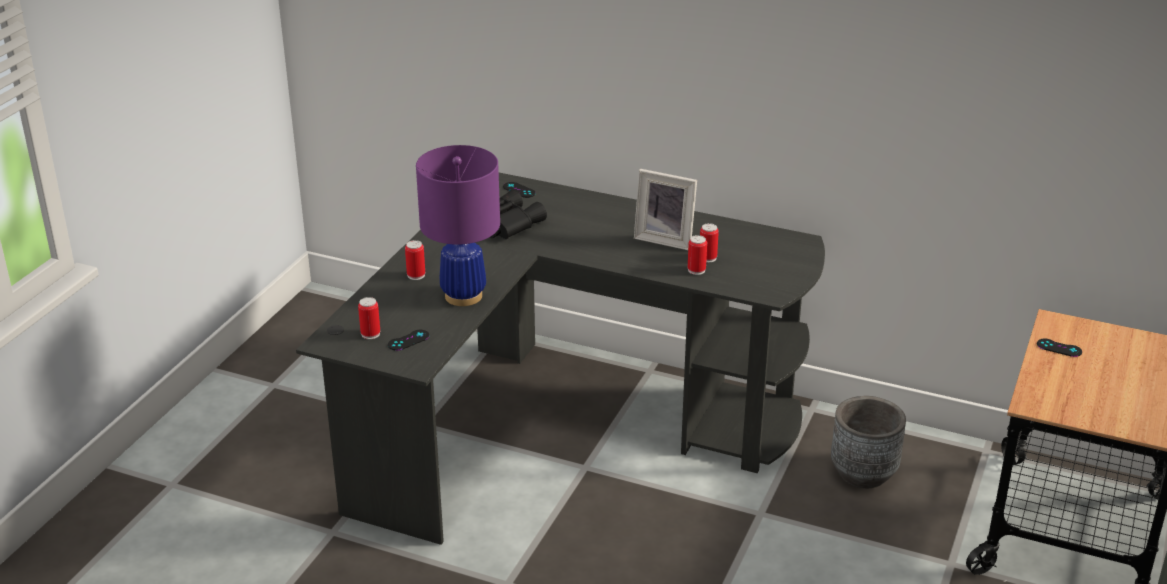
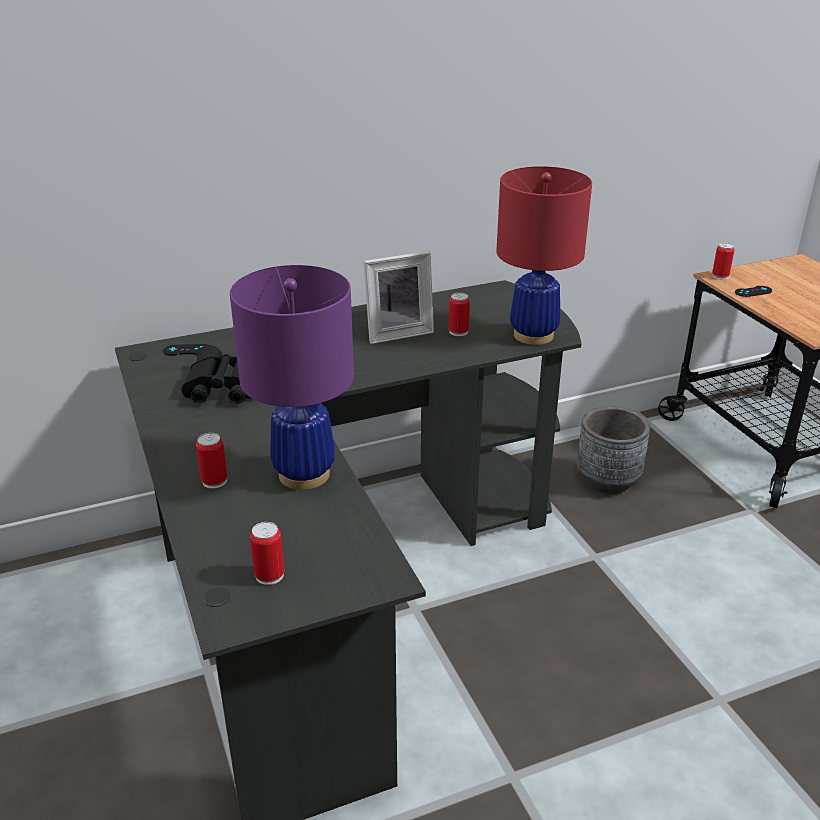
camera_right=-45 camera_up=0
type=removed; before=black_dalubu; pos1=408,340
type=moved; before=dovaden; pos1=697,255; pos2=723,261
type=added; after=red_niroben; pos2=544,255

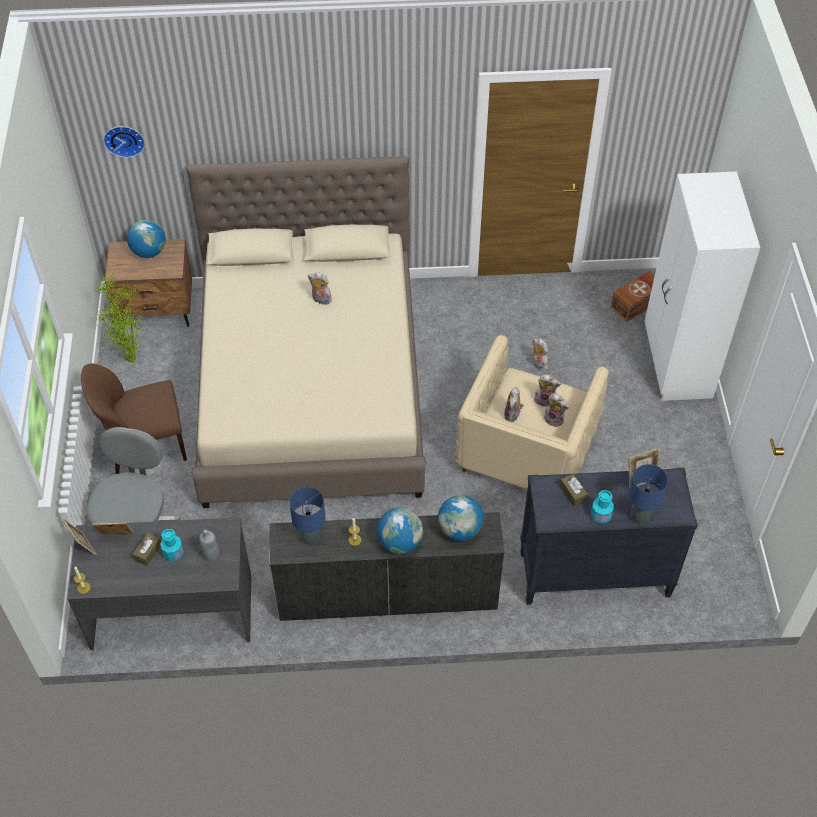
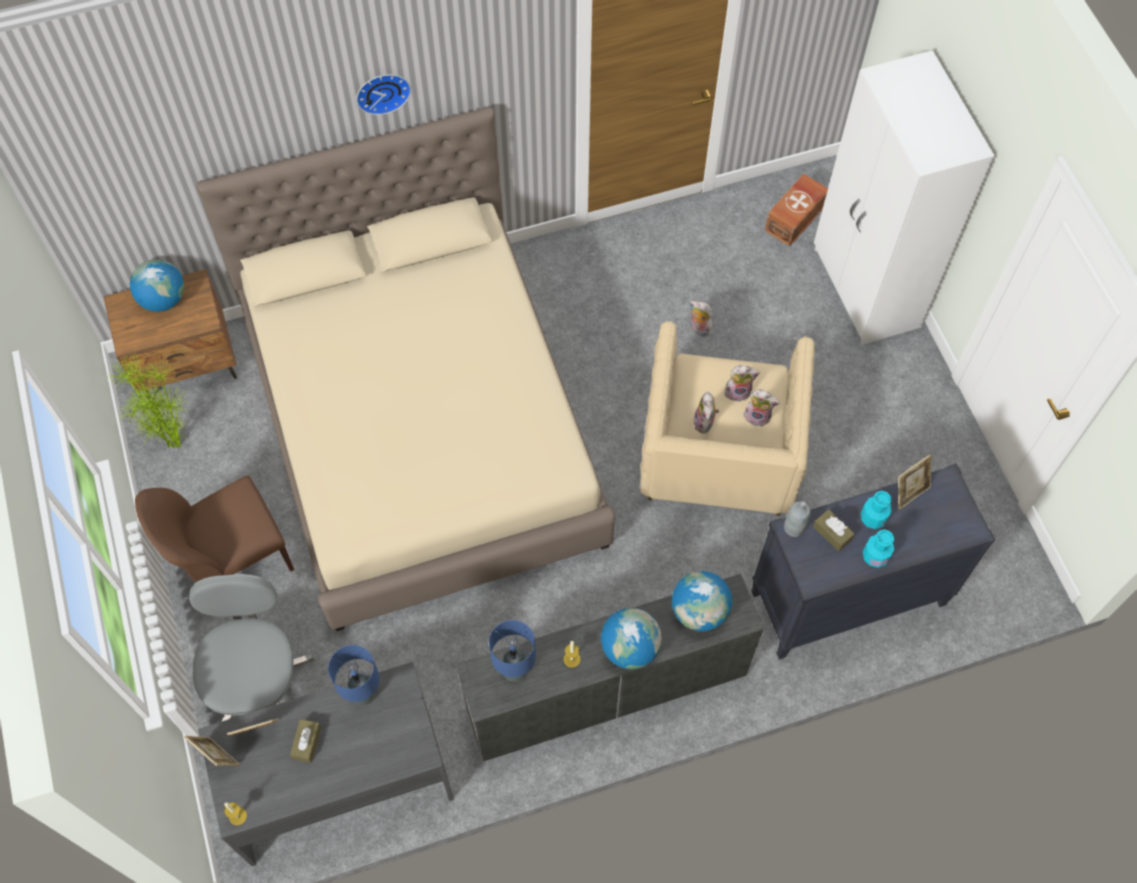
camera_right=-15 camera_up=10
type=moved; before=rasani; pos1=124,142; pos2=383,94
type=moved; before=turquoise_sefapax; pos1=172,545; pos2=876,510
type=moved; before=grey_sefapax; pos1=209,545; pos2=797,519
type=removed; before=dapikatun; pos1=320,288
type=moved; before=blue_niroben; pos1=648,494; pos2=353,675

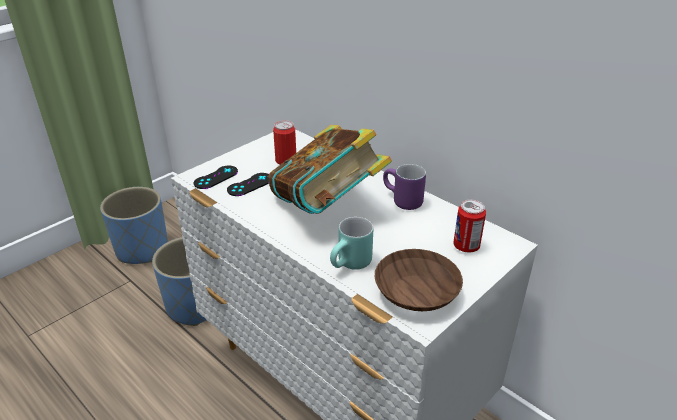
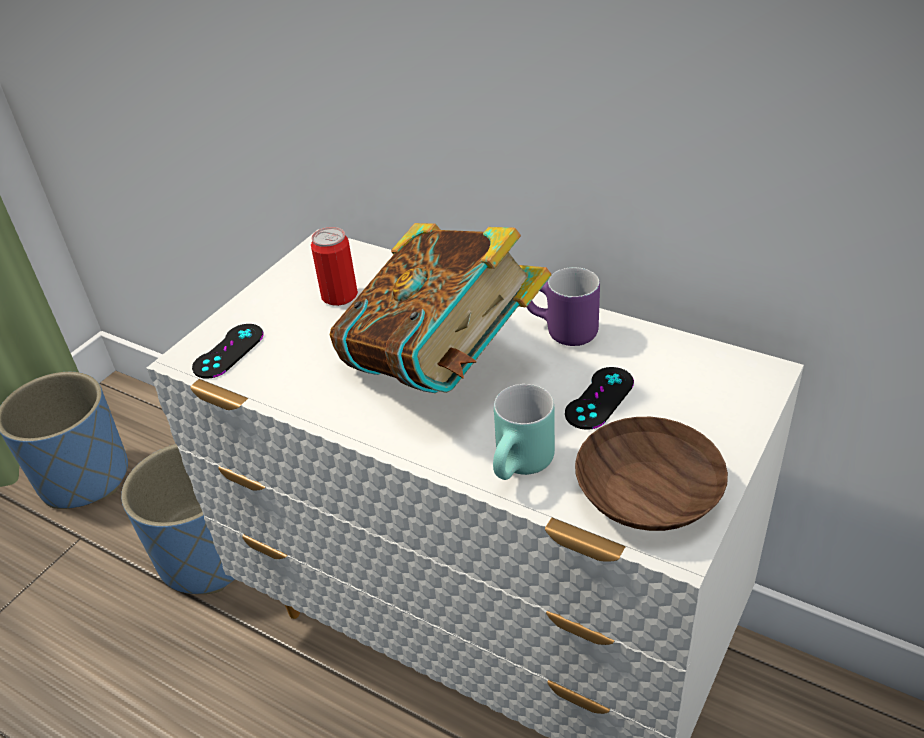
camera_right=-10 camera_up=5
type=moved; before=black_dalubu; pos1=248,184; pos2=599,398
type=removed; before=dovaden; pos1=469,226

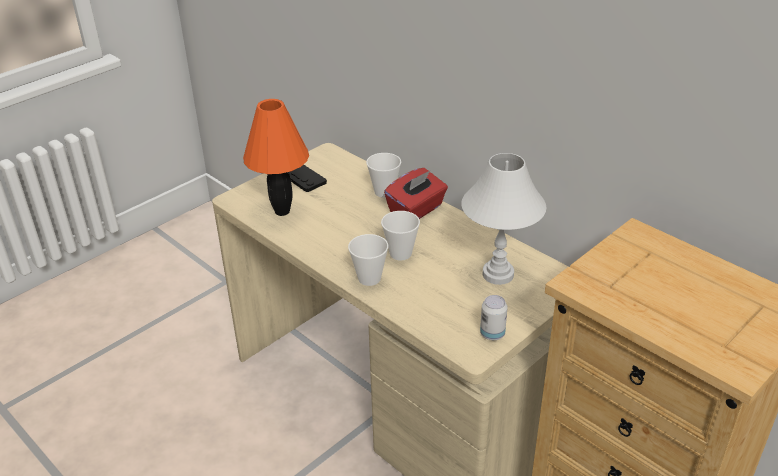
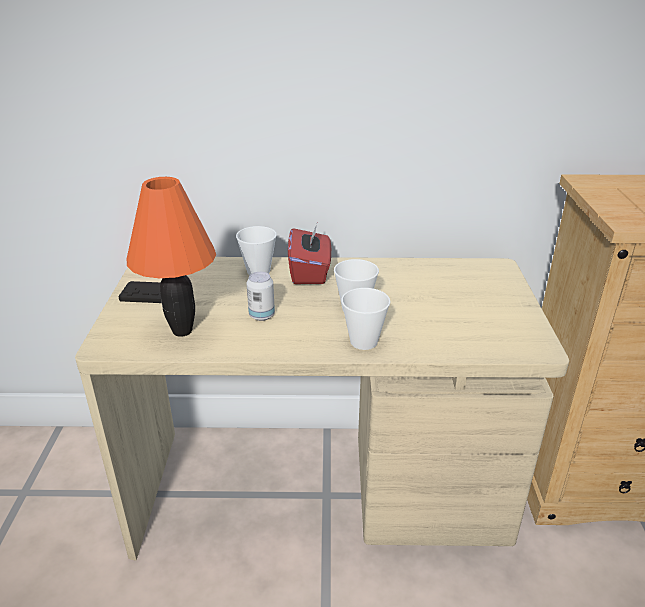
camera_right=-45 camera_up=-5
type=removed; before=white_niroben; pos1=503,219
type=moved; before=dovaden; pos1=494,317; pos2=261,296

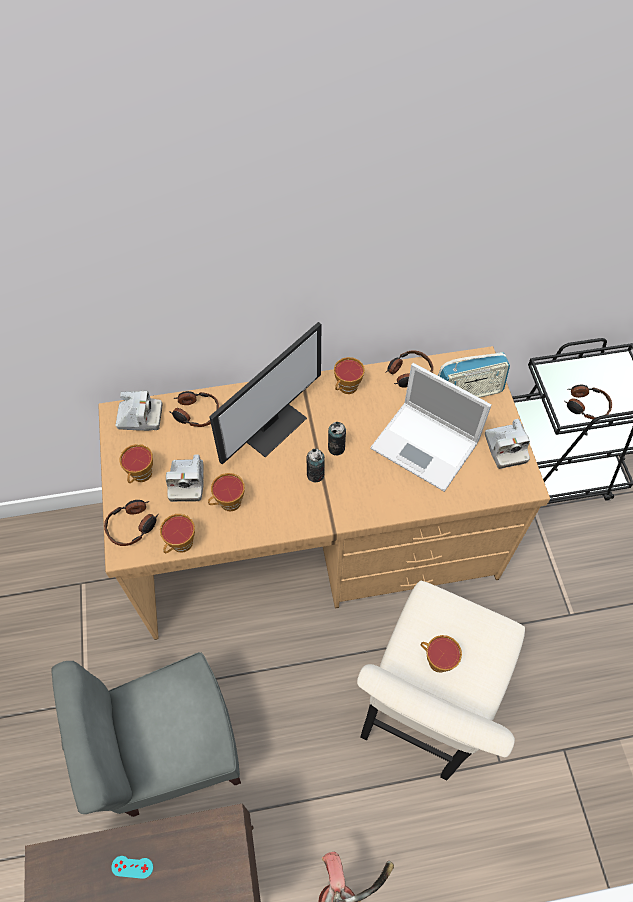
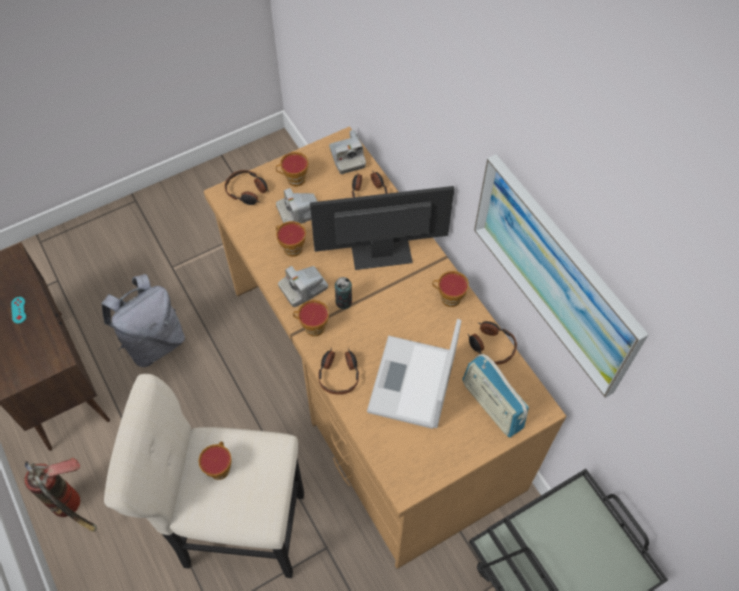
camera_right=70 camera_up=0
type=replaced; before=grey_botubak; after=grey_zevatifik; pos1=146,734; pos2=143,320
type=moved; before=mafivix; pos1=177,534; pos2=311,318
type=turned; before=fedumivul; pos1=265,393; pos2=382,228; turn=150
type=removed; before=dovaden; pos1=337,438
type=moved; before=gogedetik; pos1=507,444; pos2=303,286
type=moved; before=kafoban; pos1=588,402; pos2=339,371
type=added; after=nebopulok; pos2=561,276

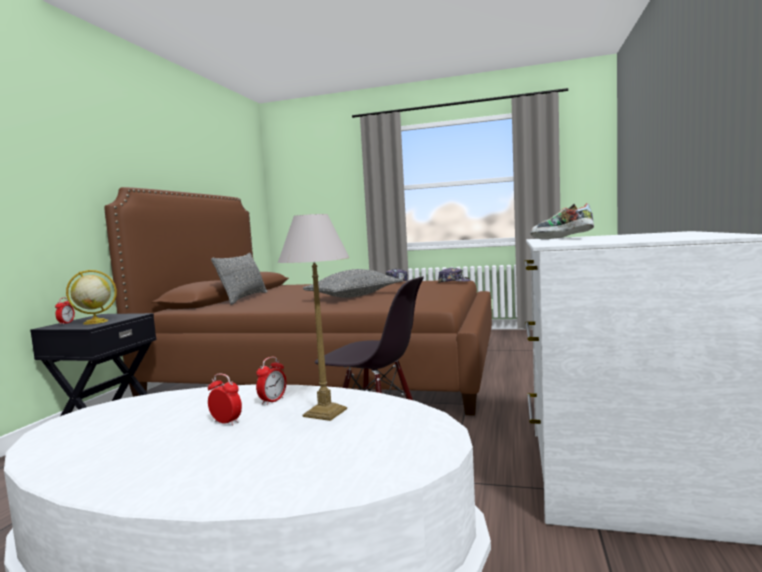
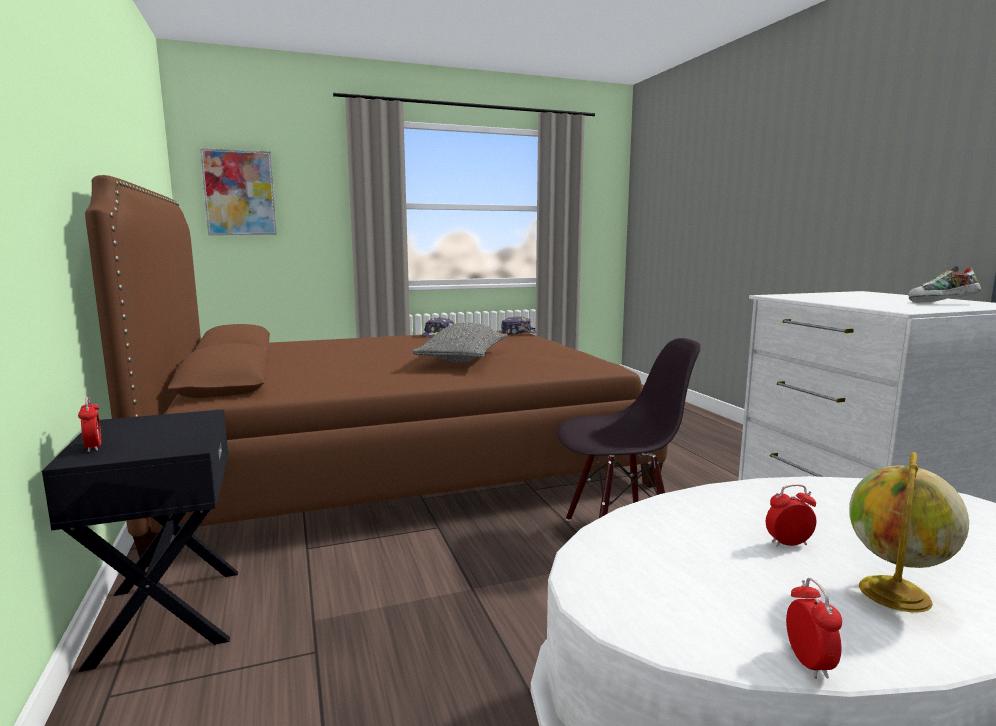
camera_right=-35 camera_up=5
type=moved; before=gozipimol; pos1=91,297; pos2=909,532
type=removed; before=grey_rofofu; pos1=239,279
type=moved; before=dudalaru; pos1=271,381; pos2=814,628
type=removed; before=niroben; pos1=314,317
type=moved; before=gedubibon; pos1=562,221; pos2=944,284
type=added; after=nebopulok; pos2=238,191

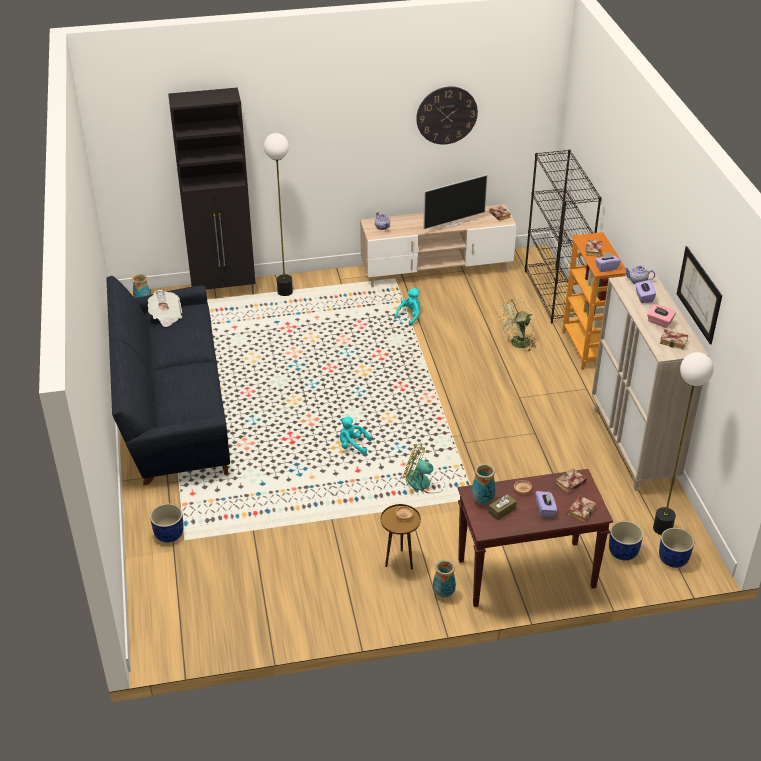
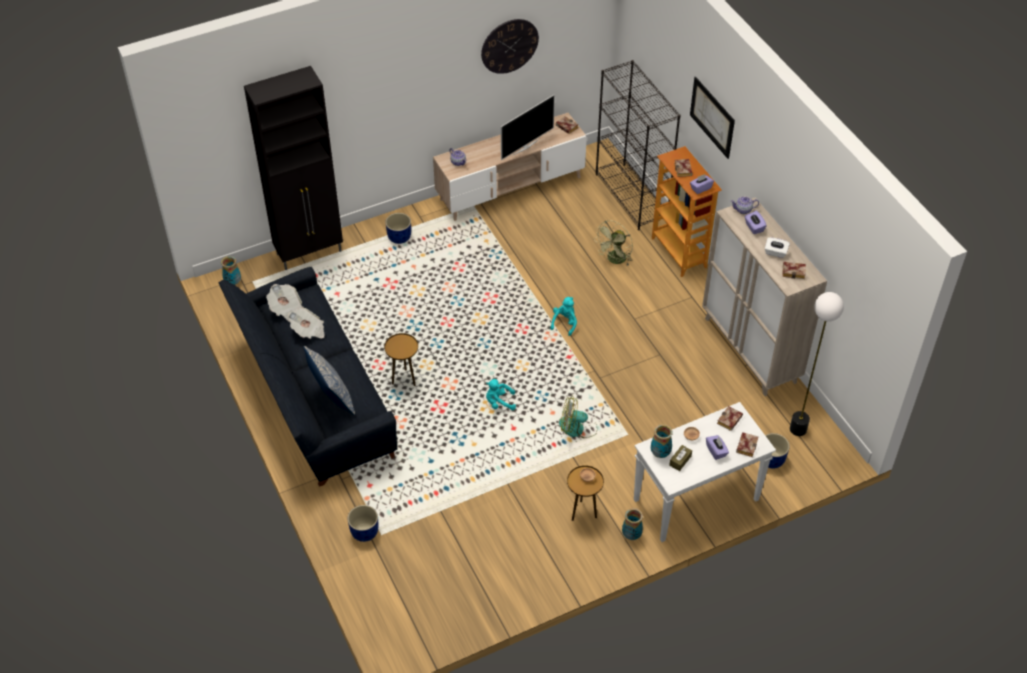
camera_right=-15 camera_up=10
type=removed; before=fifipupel; pos1=278,214
type=moved; before=turquoise_dapikatun; pos1=407,307; pos2=563,316
type=recoloured; before=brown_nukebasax; after=white_nukebasax; pos1=535,538; pos2=705,472
type=recoloured; before=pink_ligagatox; after=white_ligagatox; pos1=661,316; pos2=777,247
type=moved; before=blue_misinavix; pos1=676,548; pos2=398,228
type=moved; before=nebopulok; pos1=699,295; pos2=712,118
type=added; after=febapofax; pos2=306,323
type=added; after=rofofu; pos2=329,380
type=added; after=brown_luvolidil; pos2=401,359

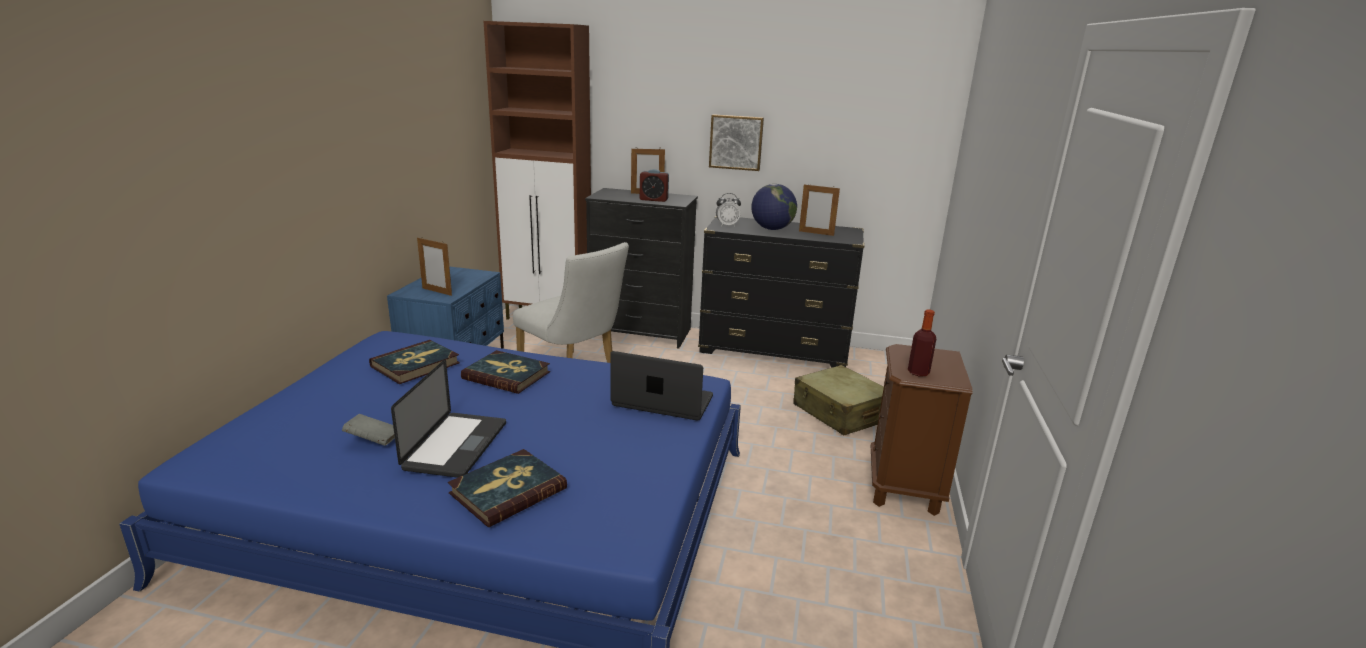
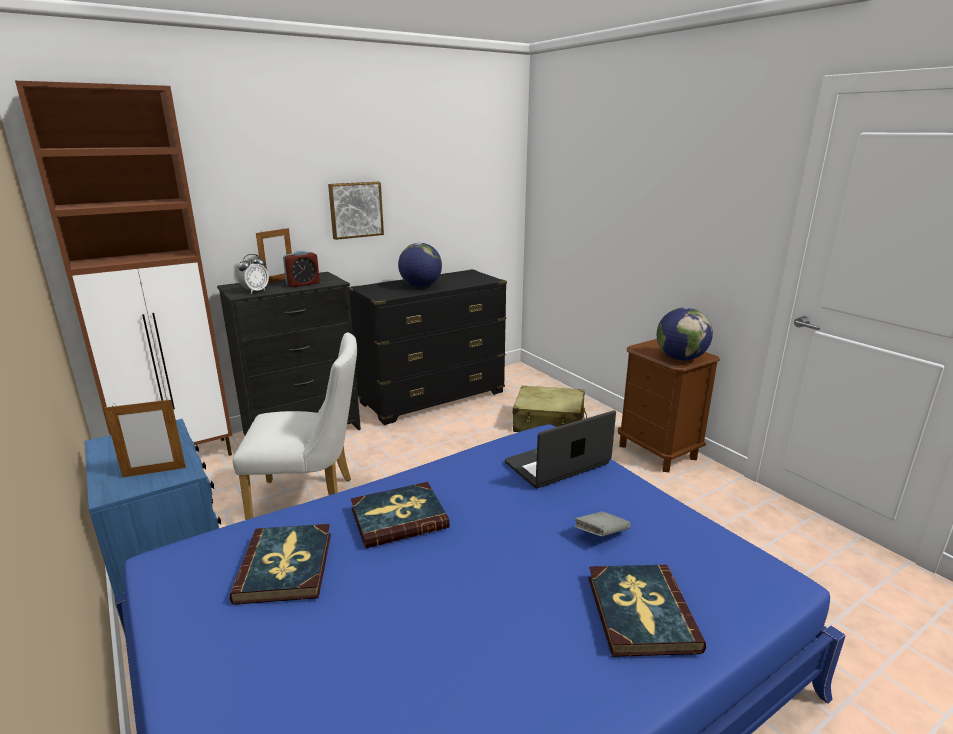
camera_right=-45 camera_up=0
type=moved; before=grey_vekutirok; pos1=368,430; pos2=602,524
type=removed; before=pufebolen; pos1=448,419
type=moved; before=dudalaru; pos1=728,210; pos2=253,274
type=removed; before=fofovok; pos1=819,209
type=replaced; before=sefapax; after=gozipimol; pos1=922,342; pos2=685,334

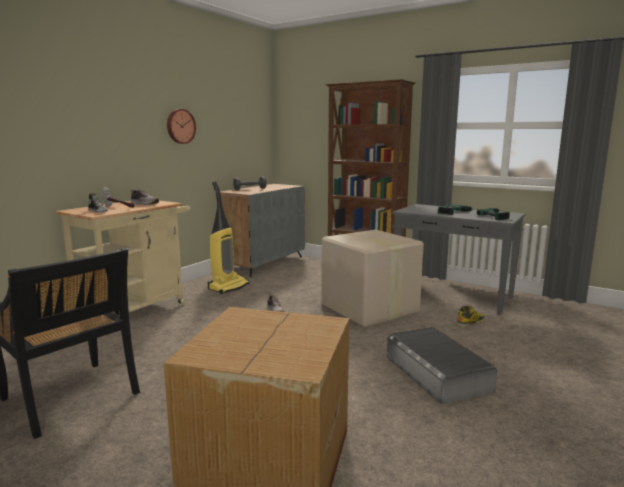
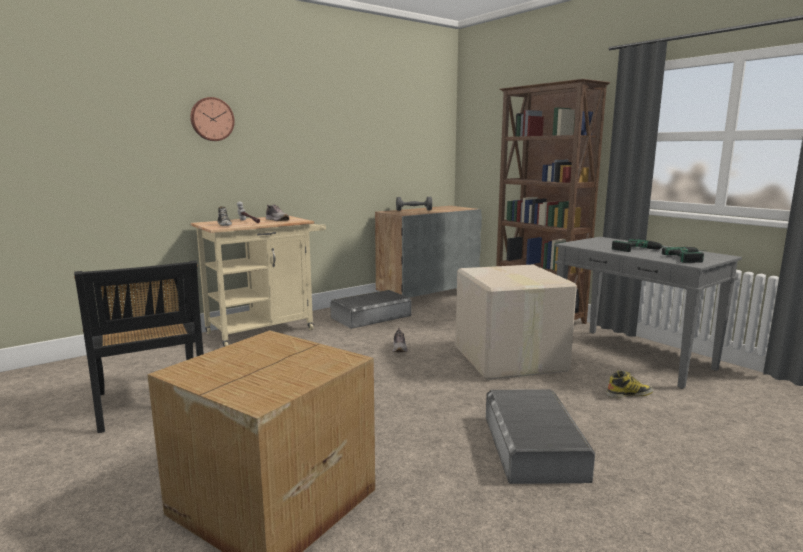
camera_right=20 camera_up=0
type=moved; before=rasani; pos1=181,126; pos2=212,119
type=replaced; before=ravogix; after=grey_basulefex; pos1=229,237; pos2=370,309

